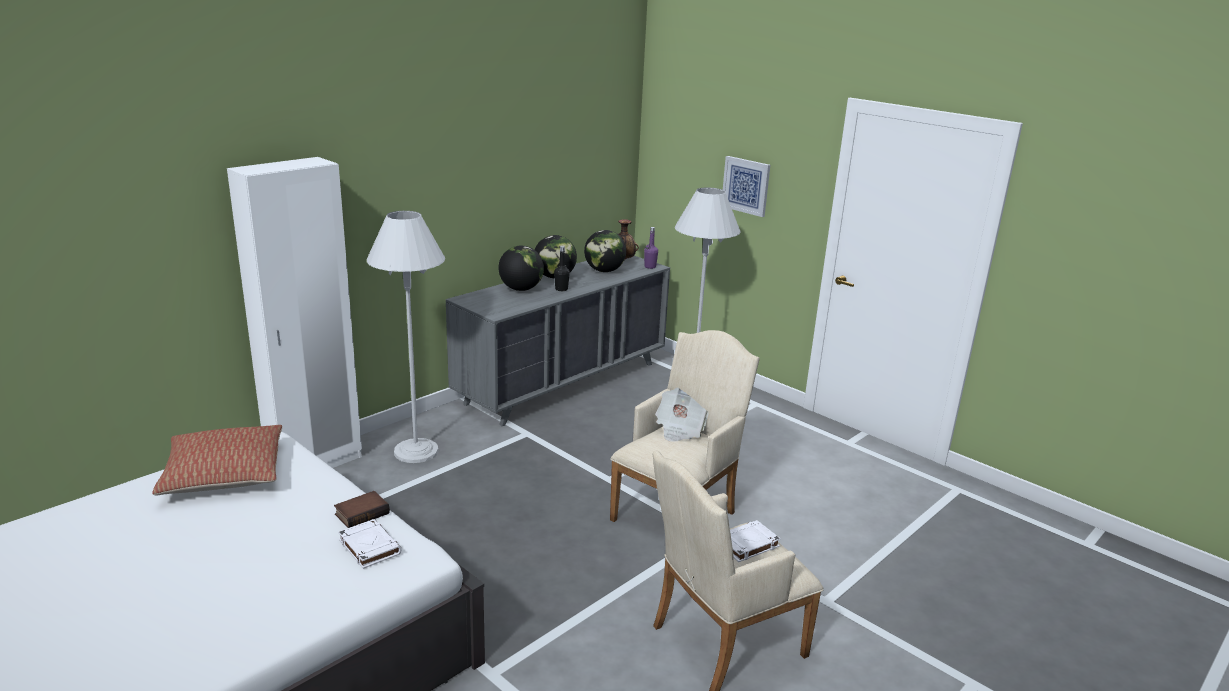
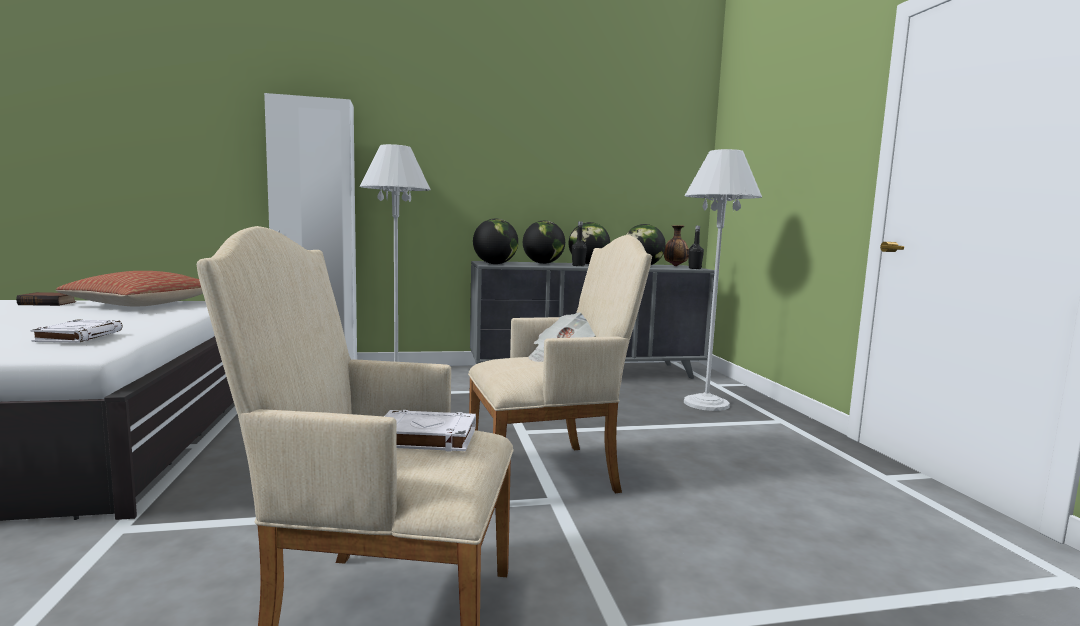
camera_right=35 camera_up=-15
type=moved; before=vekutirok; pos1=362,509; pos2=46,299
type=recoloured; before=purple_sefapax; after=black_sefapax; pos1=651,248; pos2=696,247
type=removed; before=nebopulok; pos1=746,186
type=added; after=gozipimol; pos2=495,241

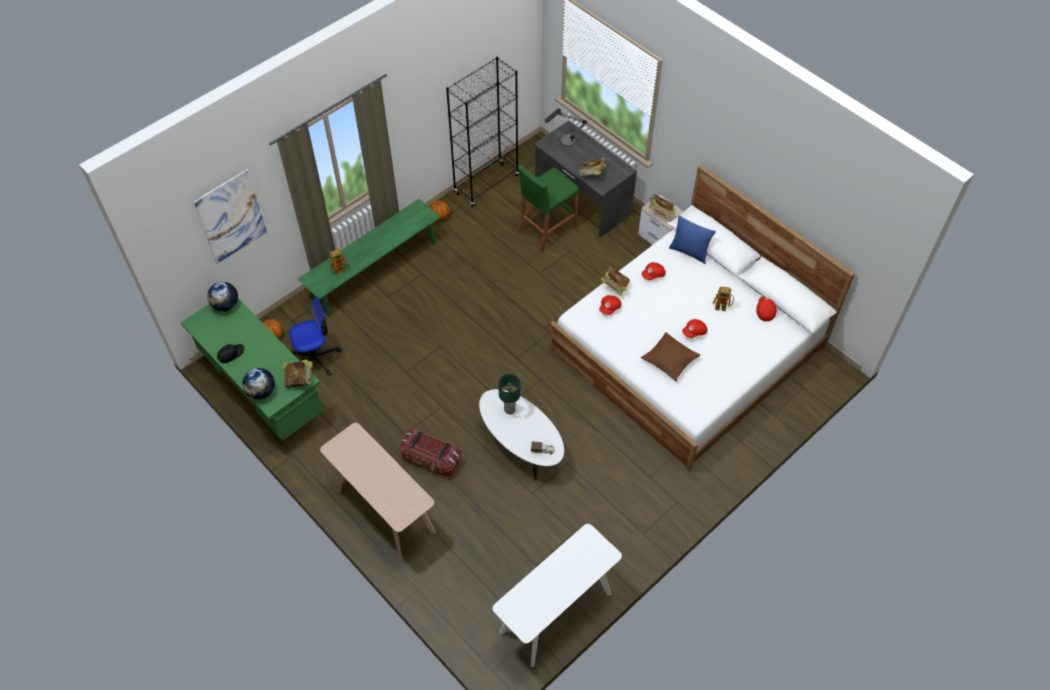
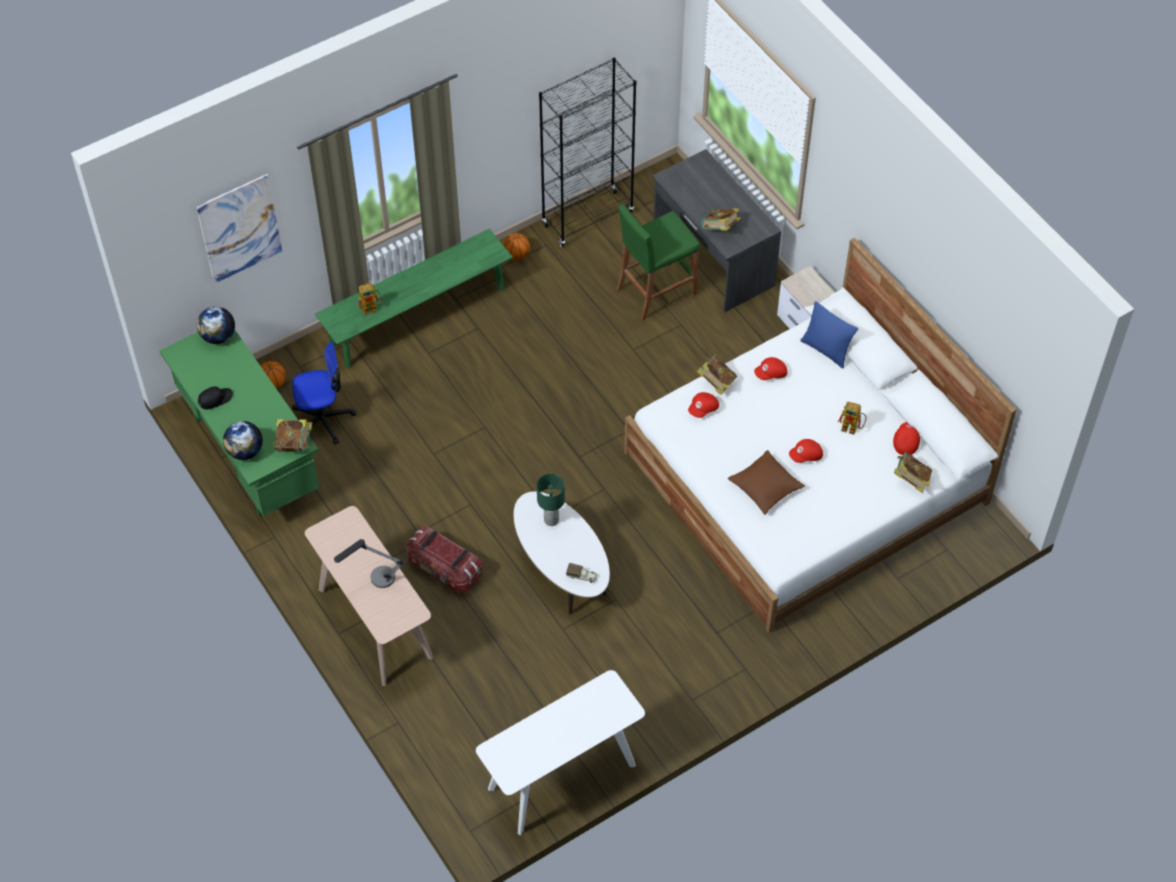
camera_right=10 camera_up=0
type=moved; before=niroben; pos1=566,127; pos2=370,563
type=moved; before=vekutirok; pos1=661,206; pos2=913,472

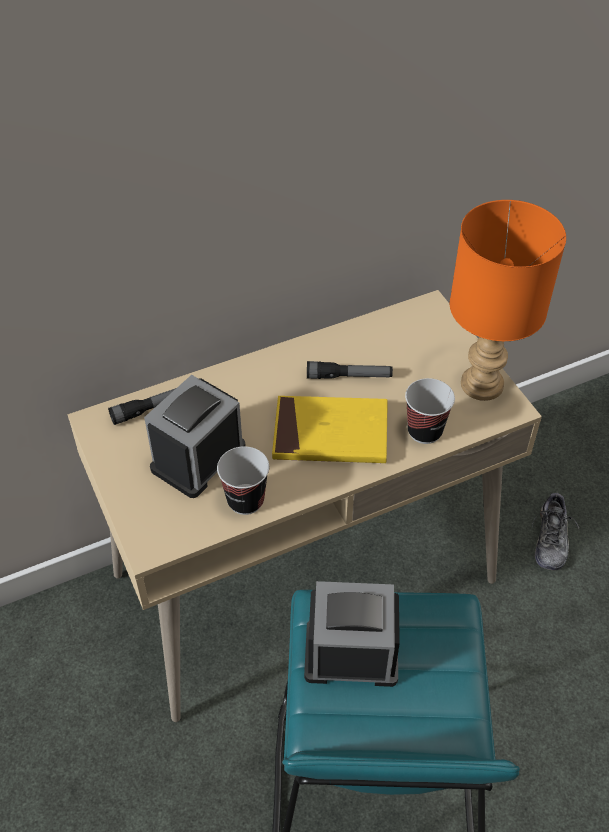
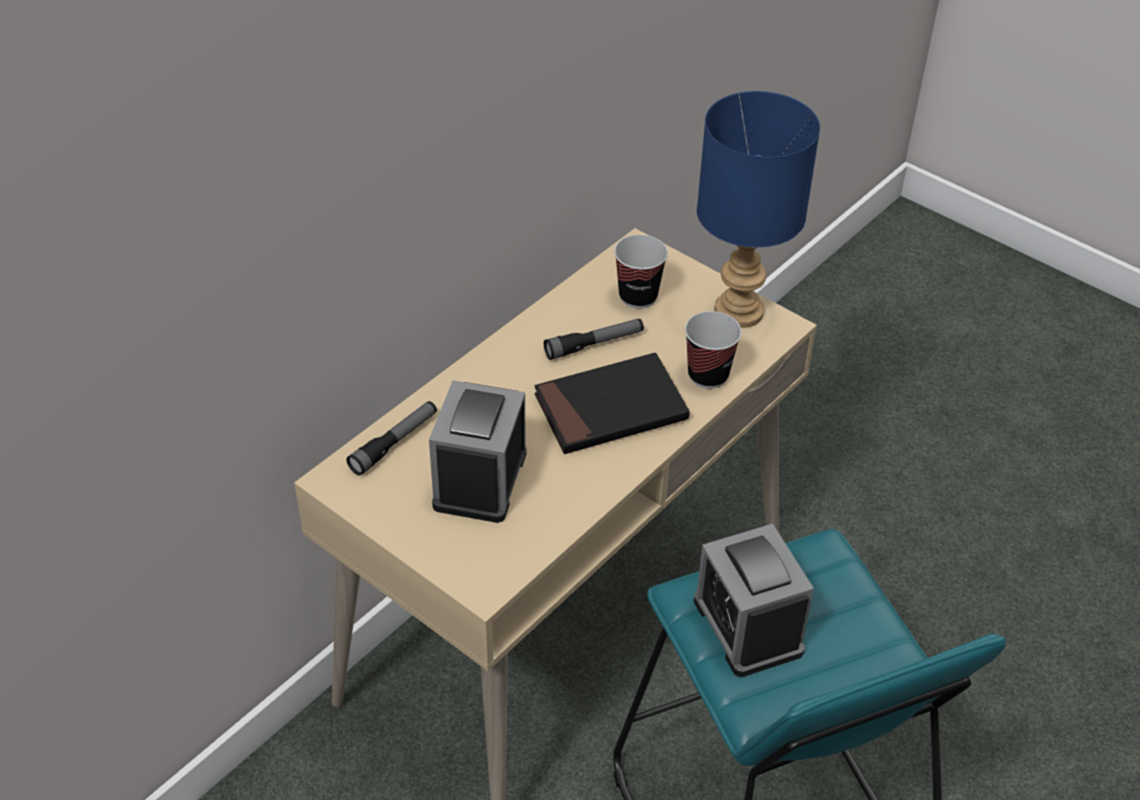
camera_right=-25 camera_up=-5
type=moved; before=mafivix; pos1=243,480; pos2=641,272
type=recoloured; before=yellow_vekutirok; after=black_vekutirok; pos1=330,429; pos2=612,403
type=turned; before=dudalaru; pos1=352,634; pos2=754,600; turn=-90
type=recoloured; before=orange_niroben; after=blue_niroben; pos1=508,300; pos2=758,209
type=removed; before=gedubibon; pos1=555,529

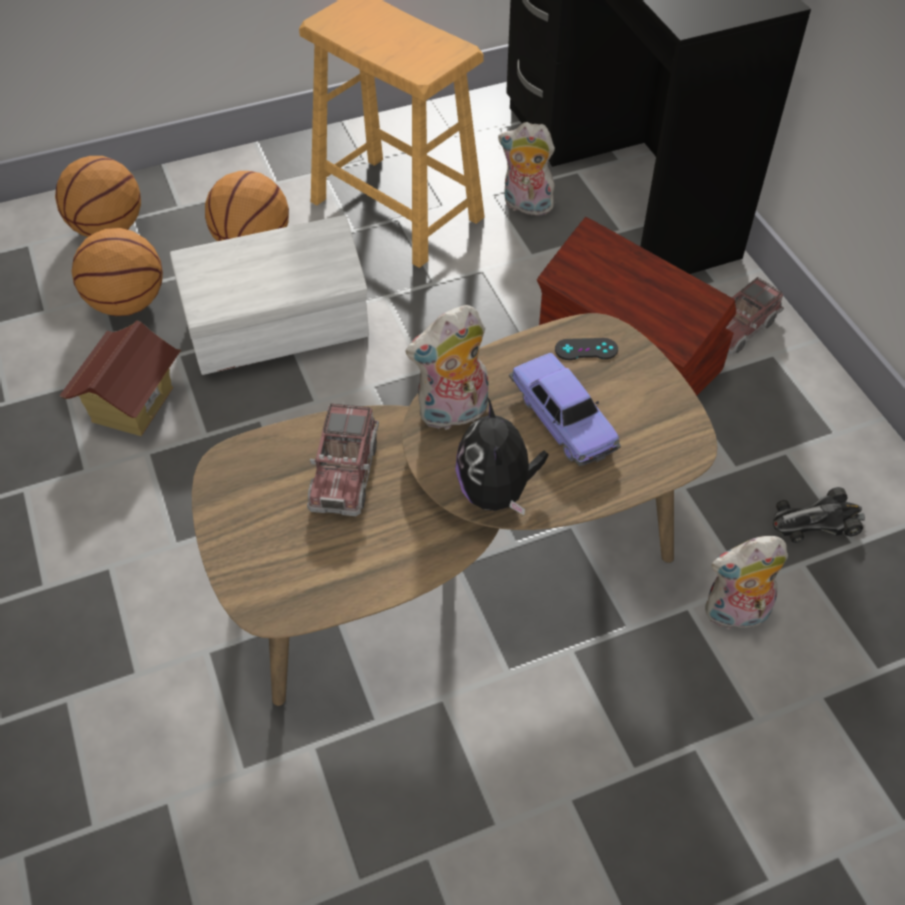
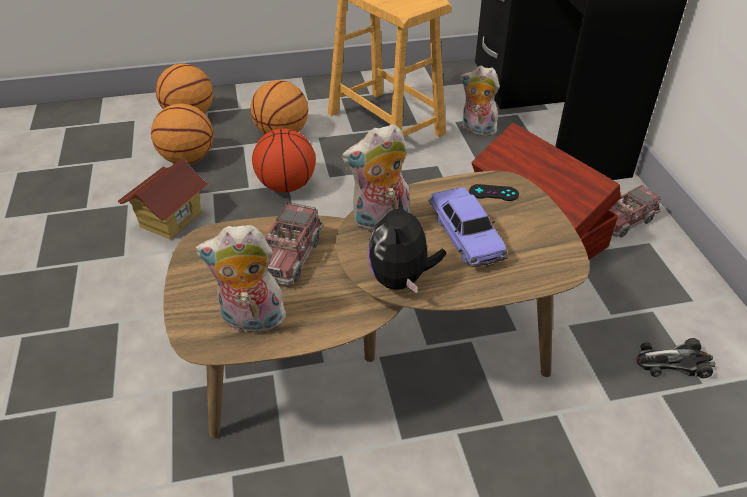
camera_right=10 camera_up=-10
type=replaced; before=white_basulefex; after=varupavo; pos1=269,295; pos2=284,160
type=moved; before=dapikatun; pos1=746,582; pos2=241,279

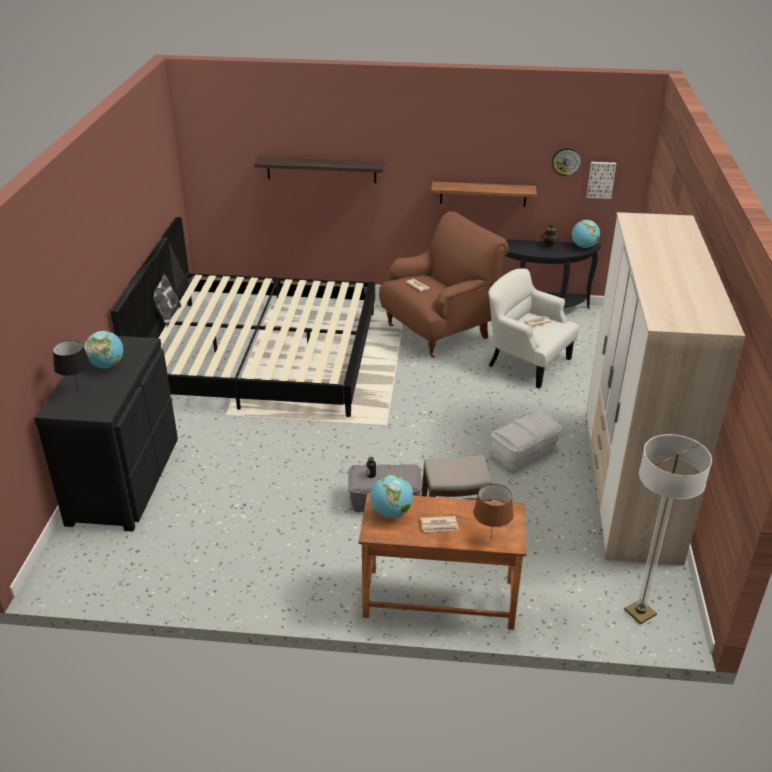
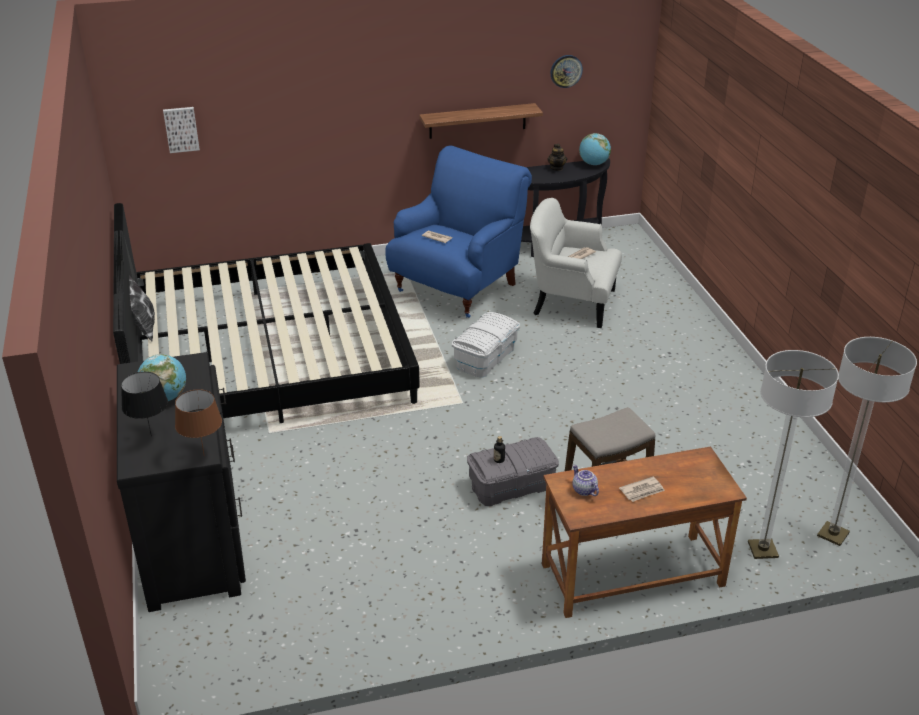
camera_right=-20 camera_up=0
type=removed; before=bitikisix; pos1=319,170
type=replaced; before=gozipimol; after=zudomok; pos1=391,496; pos2=586,480
type=recoloured; before=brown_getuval; after=blue_getuval; pos1=443,284; pos2=458,231
type=moved; before=brown_niroben; pos1=493,510; pos2=198,422
type=moved; before=white_basulefex; pos1=526,440; pos2=486,345
type=removed; before=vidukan; pos1=665,388
type=moved; before=nebopulok; pos1=601,180; pos2=181,130
type=added; after=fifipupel; pos2=793,454

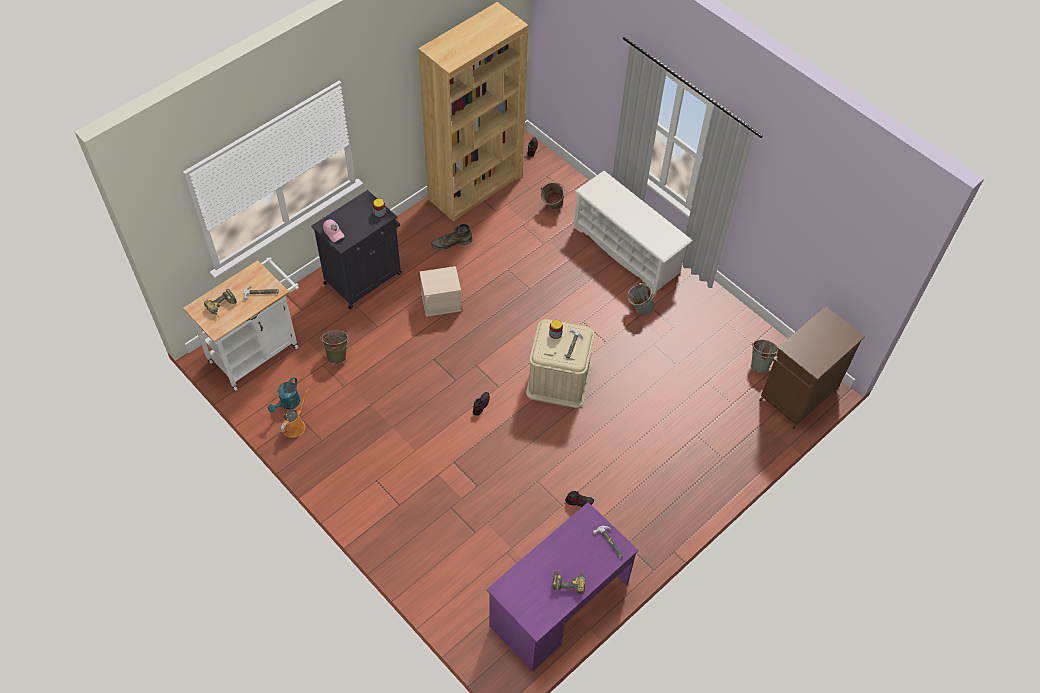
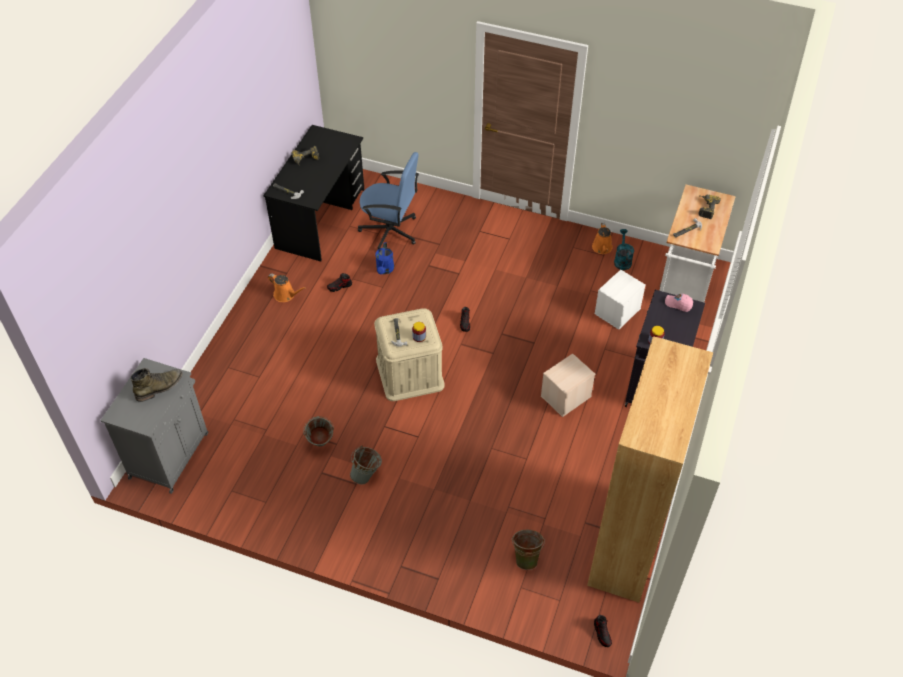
camera_right=155 camera_up=-5
type=replaced; before=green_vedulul; after=white_basulefex; pos1=335,347; pos2=620,300
type=moved; before=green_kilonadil; pos1=451,237; pos2=157,385
type=recoloured; before=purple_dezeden; after=black_dezeden; pos1=562,587; pos2=313,193
type=removed; before=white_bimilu; pos1=633,232
type=moved; before=grey_vedulul; pos1=764,356; pos2=318,431
type=recoloured; before=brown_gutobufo; after=grey_gutobufo; pos1=812,367; pos2=154,426
type=added; after=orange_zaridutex; pos2=287,288
type=added; after=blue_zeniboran; pos2=388,200
type=added; after=blue_zaridutex; pos2=384,258

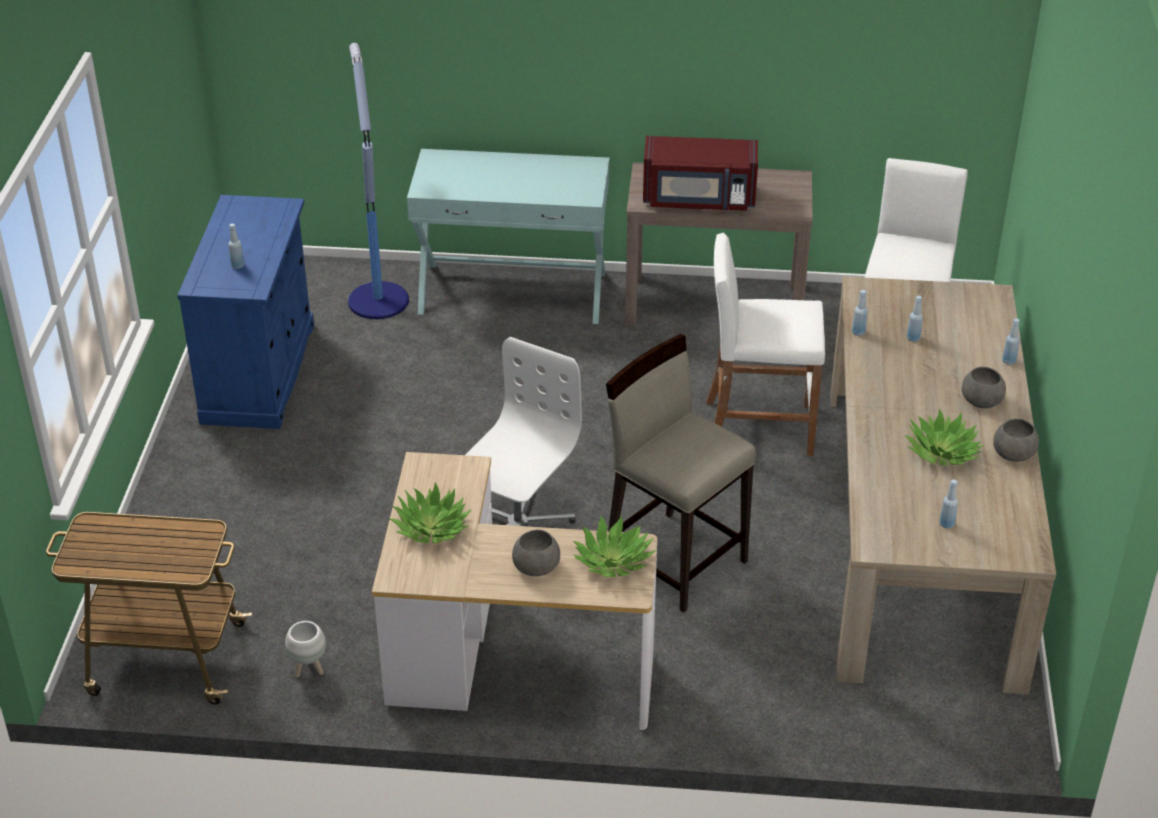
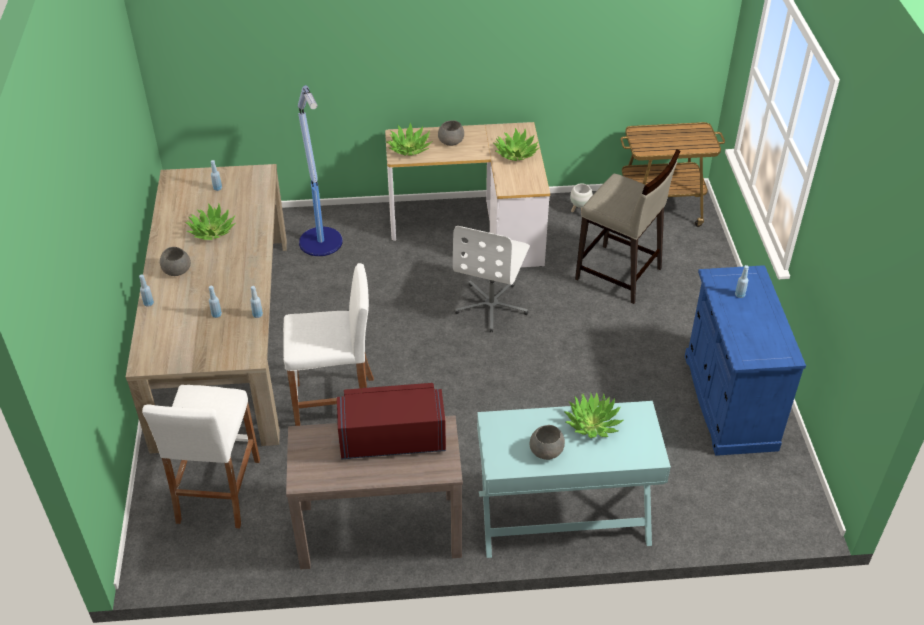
camera_right=170 camera_up=5
type=moved; before=fifipupel; pos1=378,181; pos2=320,170
type=moved; before=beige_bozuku; pos1=681,473; pos2=627,226
type=moved; before=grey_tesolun; pos1=1016,440; pos2=547,442
type=added; after=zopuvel; pos2=594,415

